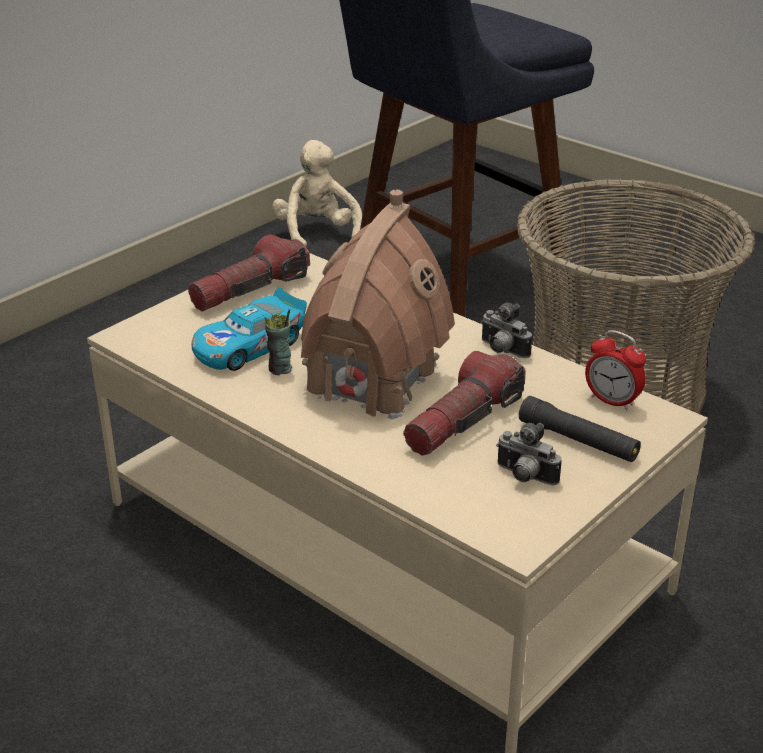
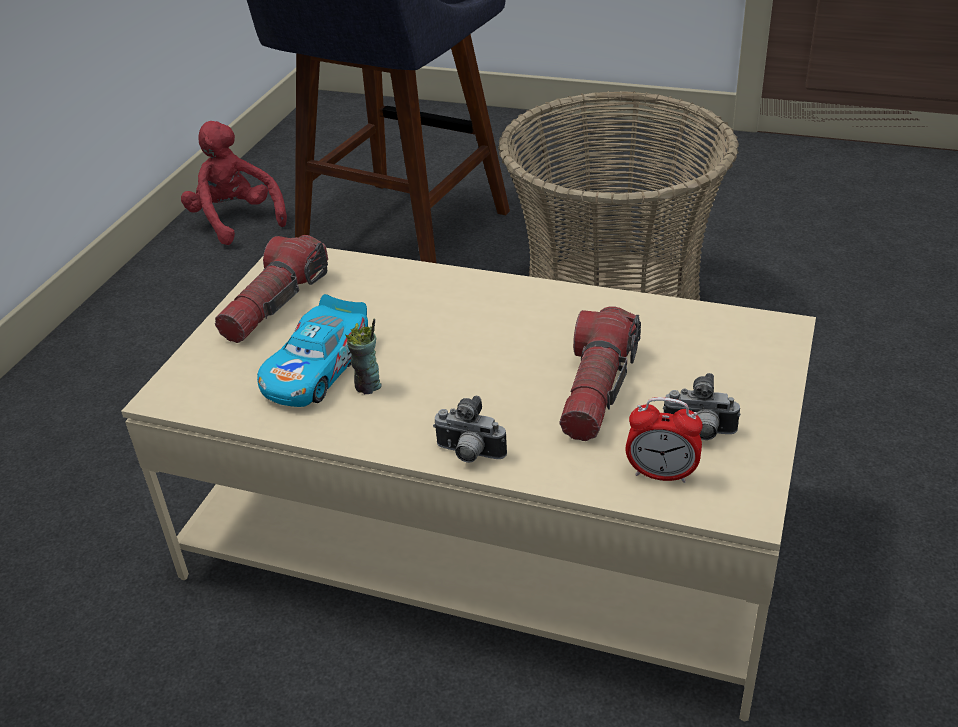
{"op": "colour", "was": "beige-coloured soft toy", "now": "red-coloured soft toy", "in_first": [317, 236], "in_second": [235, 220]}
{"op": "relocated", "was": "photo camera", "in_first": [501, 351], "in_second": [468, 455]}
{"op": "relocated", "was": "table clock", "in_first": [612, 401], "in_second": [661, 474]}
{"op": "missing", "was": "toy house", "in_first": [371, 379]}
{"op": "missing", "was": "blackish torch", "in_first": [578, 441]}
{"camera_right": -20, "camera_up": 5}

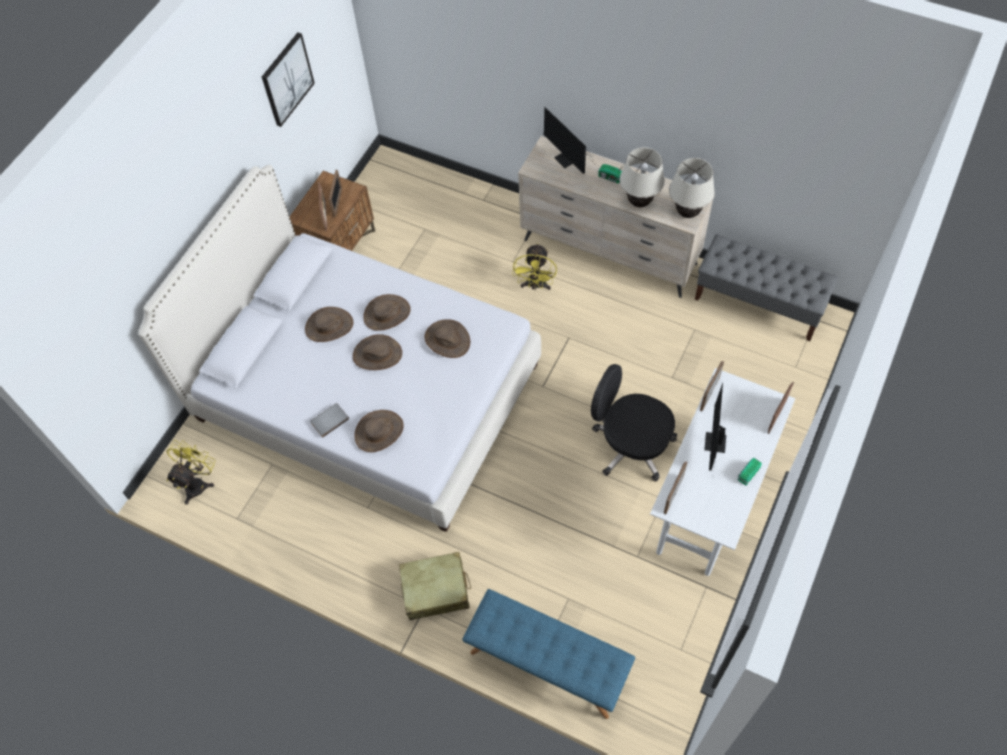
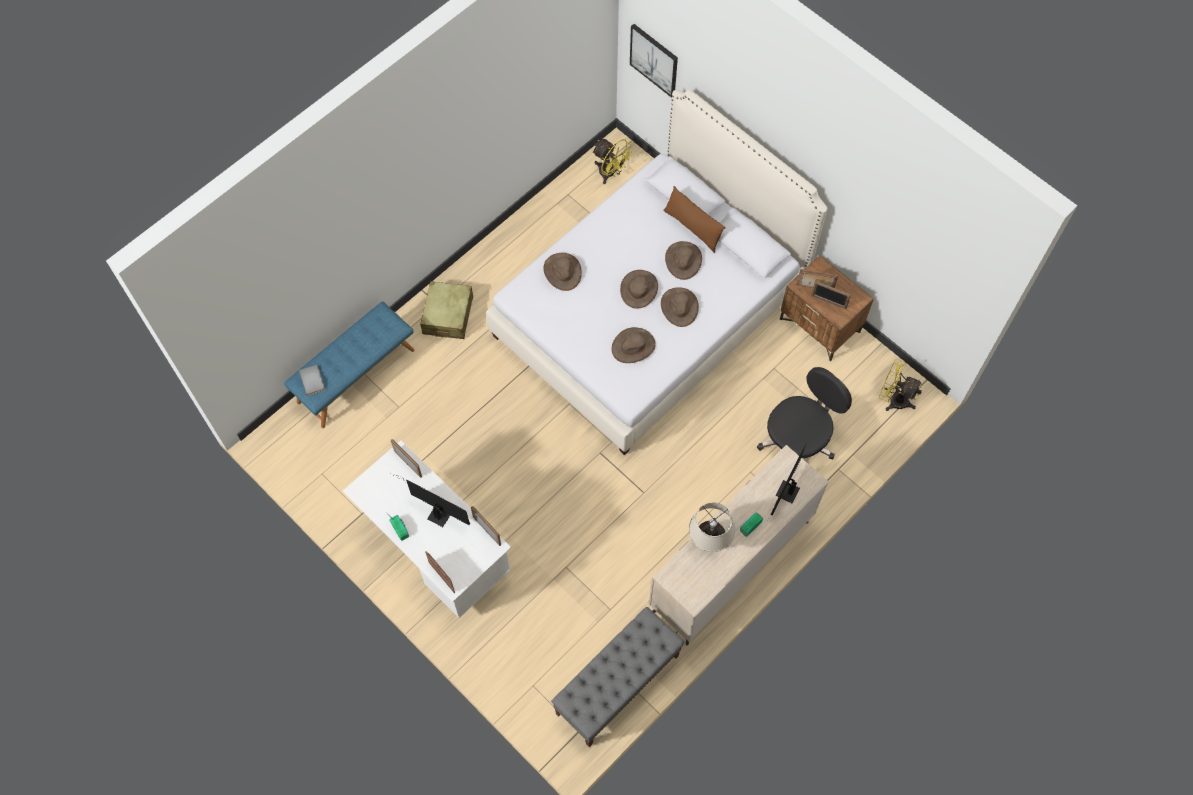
{"op": "relocated", "was": "gray book", "in_first": [329, 420], "in_second": [313, 380]}
{"op": "relocated", "was": "wall picture", "in_first": [287, 79], "in_second": [654, 59]}
{"op": "appeared", "now": "brownish pillow", "in_second": [693, 227]}
{"op": "relocated", "was": "blackish office chair", "in_first": [630, 445], "in_second": [798, 440]}
{"op": "spun", "was": "computer display", "in_first": [567, 161], "in_second": [785, 494], "clockwise": -45}
{"op": "relocated", "was": "yellow cooling fan", "in_first": [535, 286], "in_second": [893, 399]}
{"op": "missing", "was": "beige-coloured table lamp", "in_first": [687, 213]}
{"camera_right": 105, "camera_up": 5}

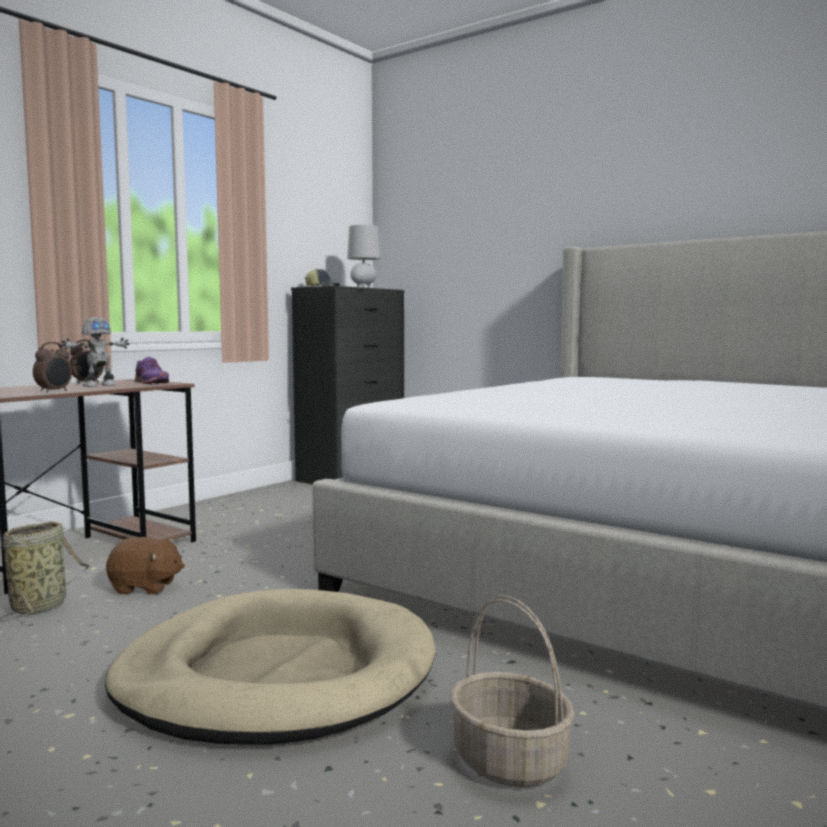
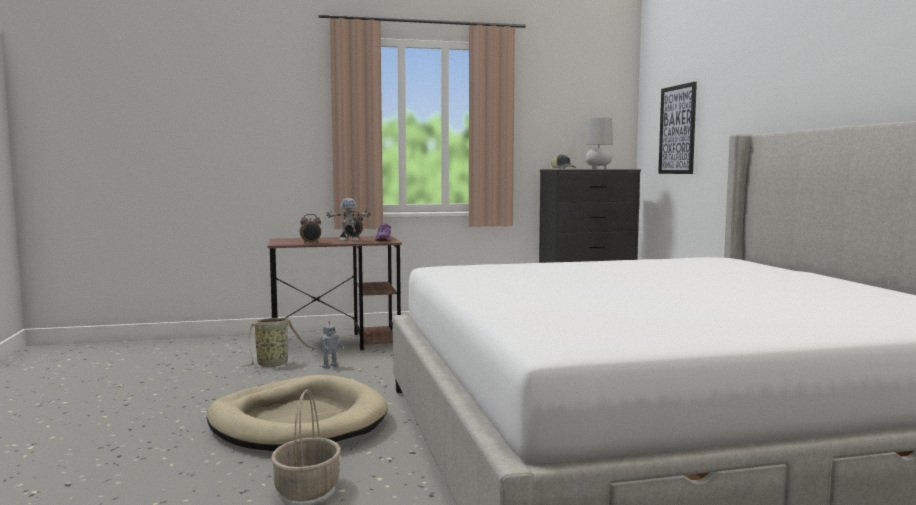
{"op": "exchanged", "was": "brownish soft toy", "now": "robot figure", "in_first": [145, 587], "in_second": [329, 366]}
{"op": "appeared", "now": "wall picture", "in_second": [677, 130]}
{"camera_right": 40, "camera_up": 0}

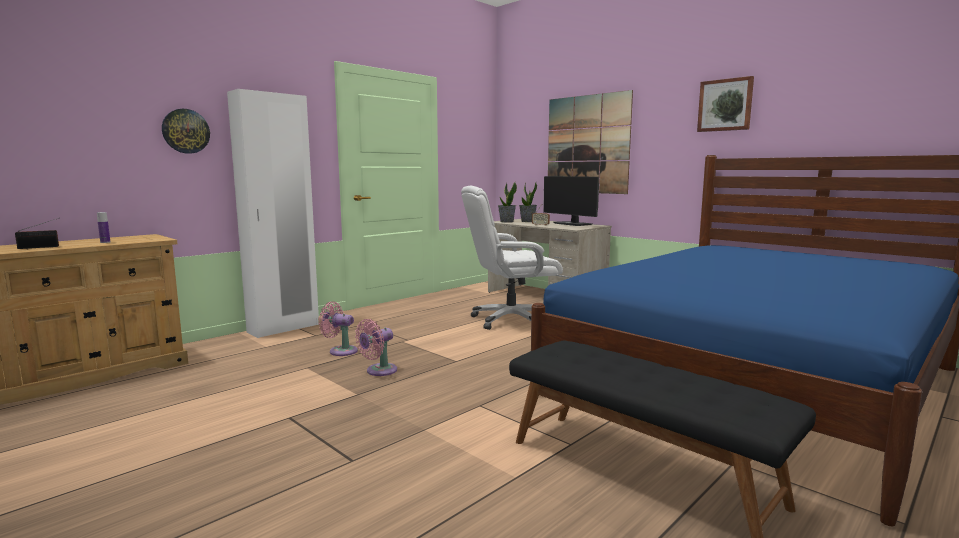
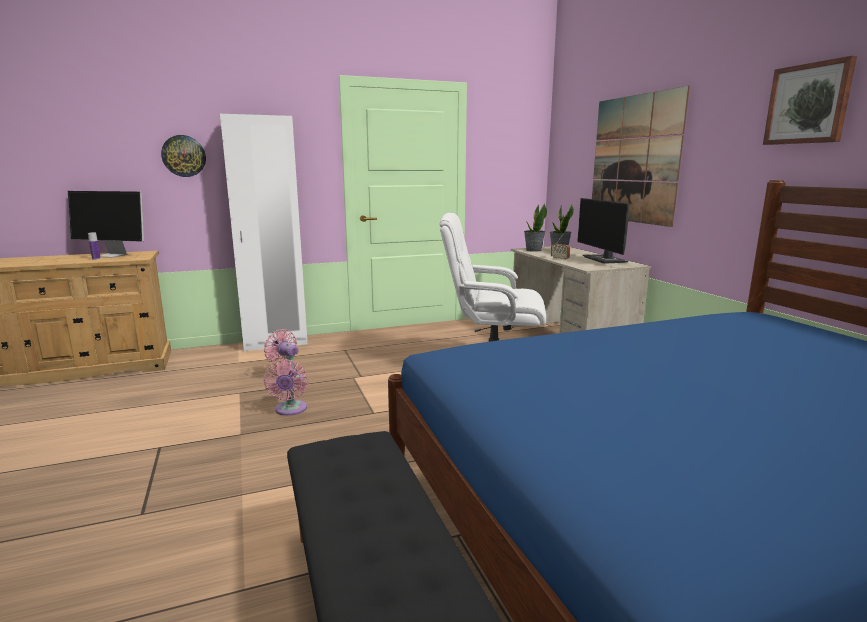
{"op": "appeared", "now": "computer display", "in_second": [113, 255]}
{"op": "spun", "was": "pink cooling fan", "in_first": [378, 371], "in_second": [290, 410], "clockwise": -75}
{"op": "missing", "was": "radio set", "in_first": [41, 247]}
{"camera_right": 25, "camera_up": 5}

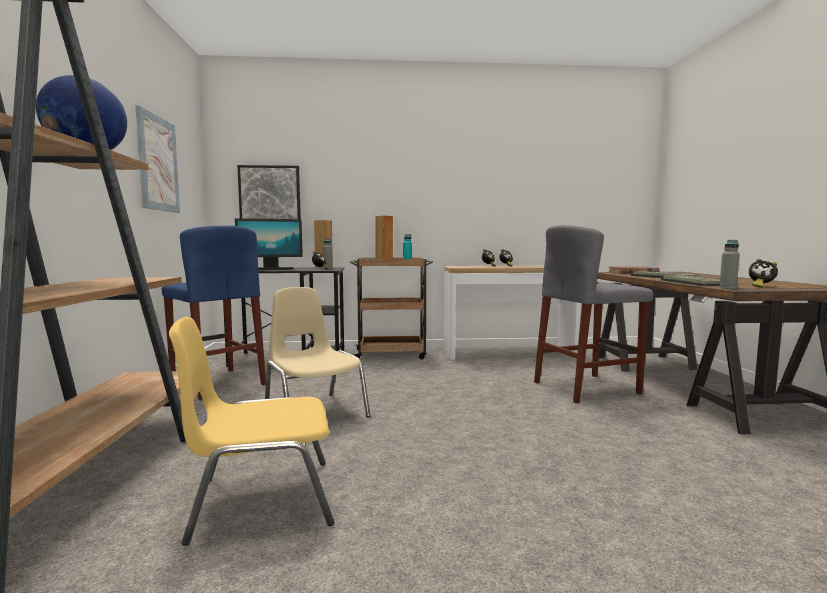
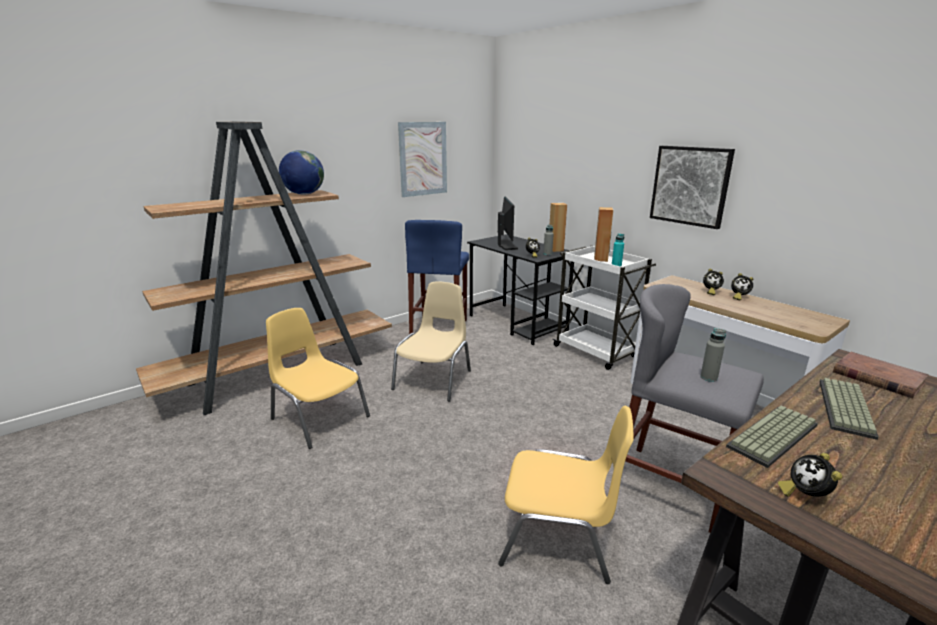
{"op": "spun", "was": "computer display", "in_first": [270, 269], "in_second": [506, 245], "clockwise": -135}
{"op": "appeared", "now": "yellow chair", "in_second": [558, 537]}
{"op": "colour", "was": "brownish wheeled cart", "now": "whitish wheeled cart", "in_first": [392, 354], "in_second": [596, 352]}
{"op": "relocated", "was": "wall picture", "in_first": [270, 196], "in_second": [690, 186]}
{"op": "relocated", "was": "gray drink bottle", "in_first": [727, 288], "in_second": [708, 378]}
{"camera_right": 55, "camera_up": 15}

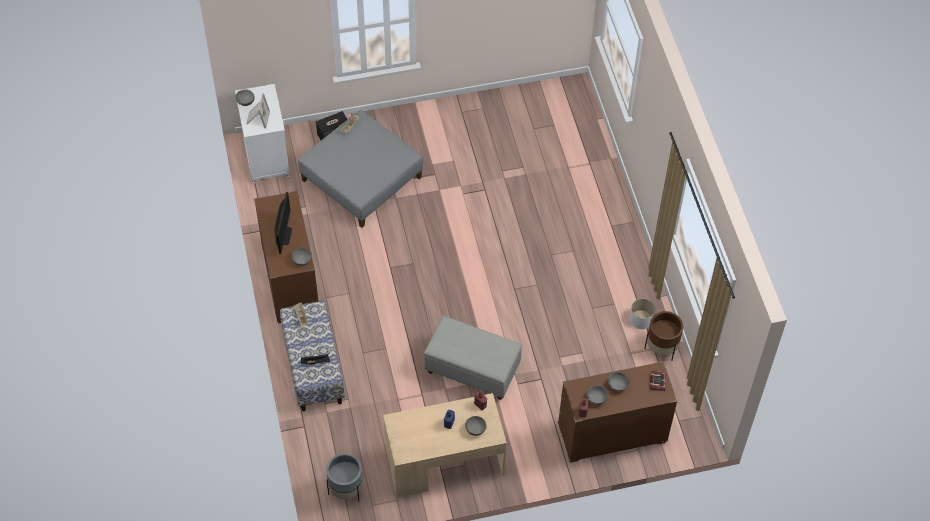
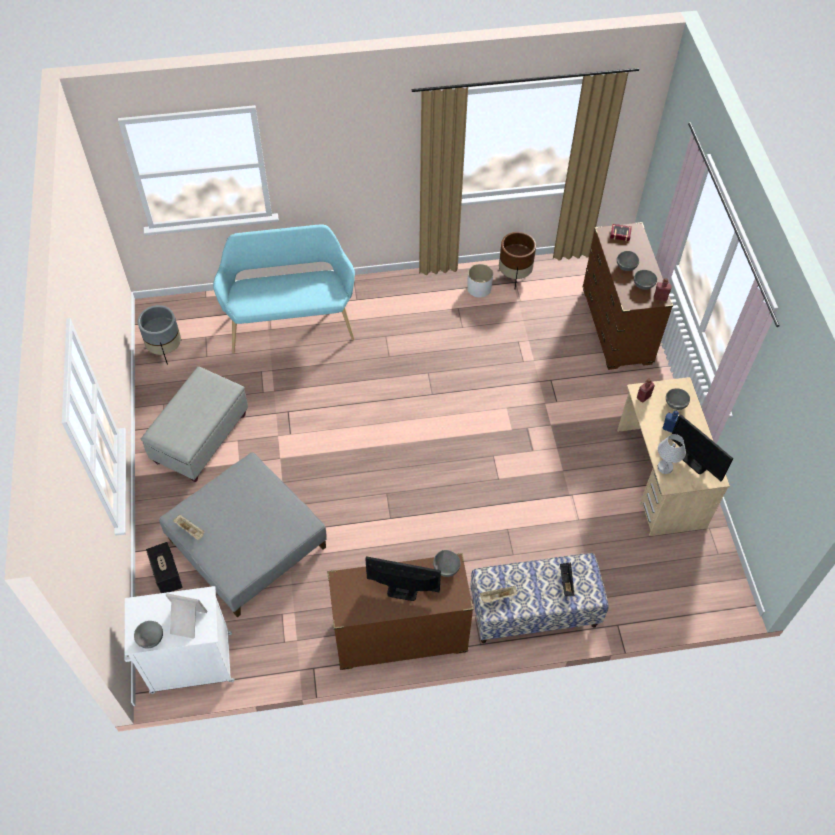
{"op": "relocated", "was": "gray plant pot", "in_first": [346, 490], "in_second": [165, 350]}
{"op": "relocated", "was": "gray footrest", "in_first": [471, 369], "in_second": [200, 438]}
{"op": "appeared", "now": "blue-green long seat", "in_second": [290, 321]}
{"op": "appeared", "now": "whitish table lamp", "in_second": [665, 467]}
{"op": "appeared", "now": "computer display", "in_second": [695, 461]}
{"camera_right": -85, "camera_up": 0}

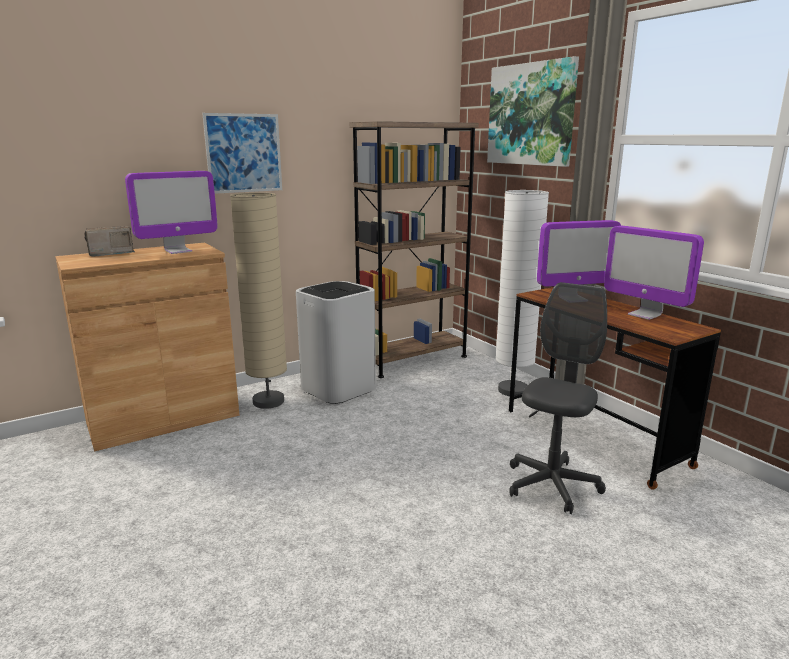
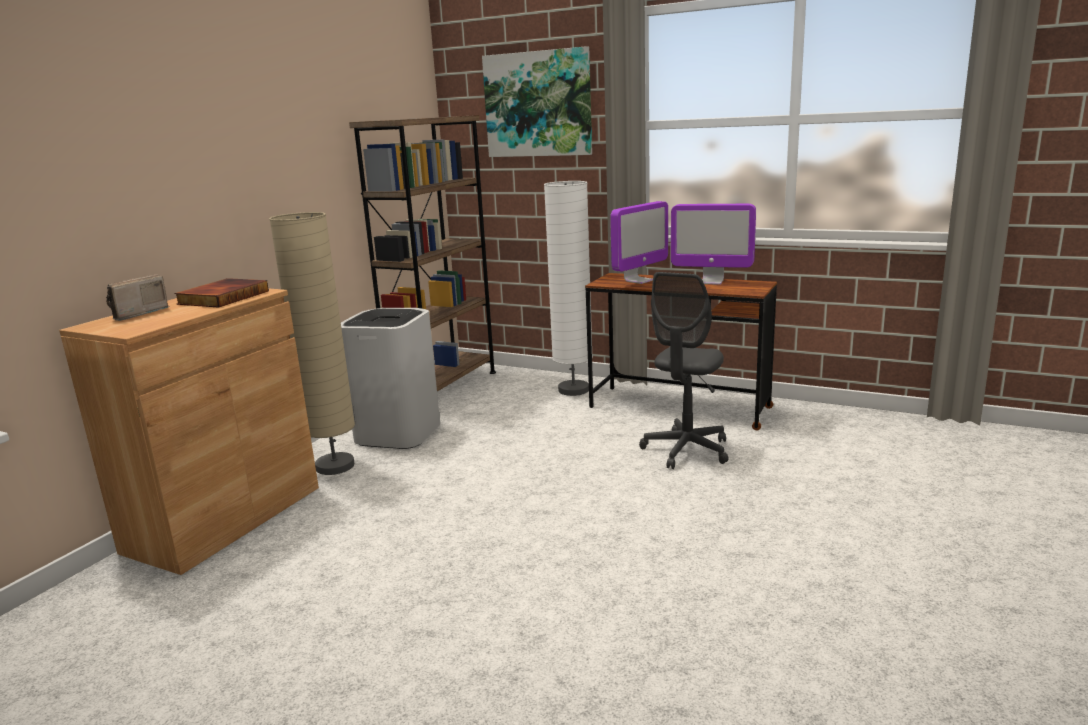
{"op": "exchanged", "was": "computer display", "now": "book", "in_first": [178, 251], "in_second": [223, 297]}
{"op": "spun", "was": "gray office chair", "in_first": [552, 485], "in_second": [686, 450], "clockwise": -150}
{"op": "missing", "was": "wall picture", "in_first": [244, 153]}
{"camera_right": -30, "camera_up": 0}

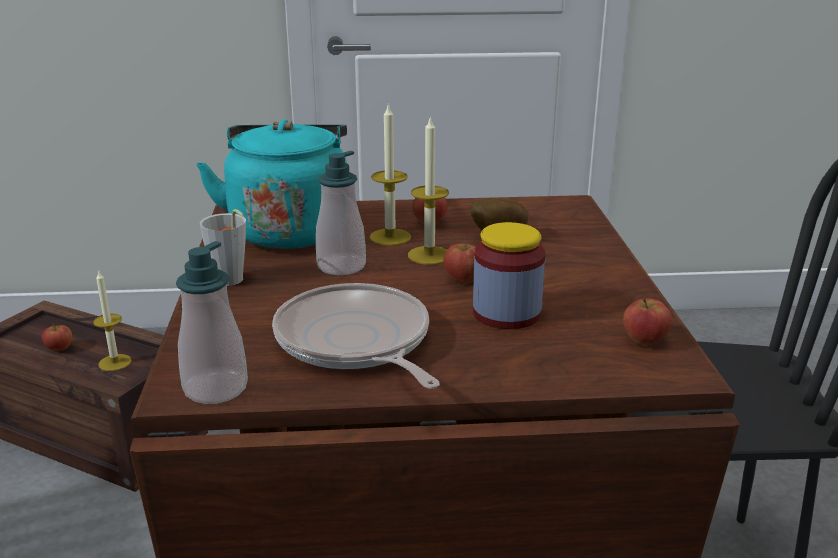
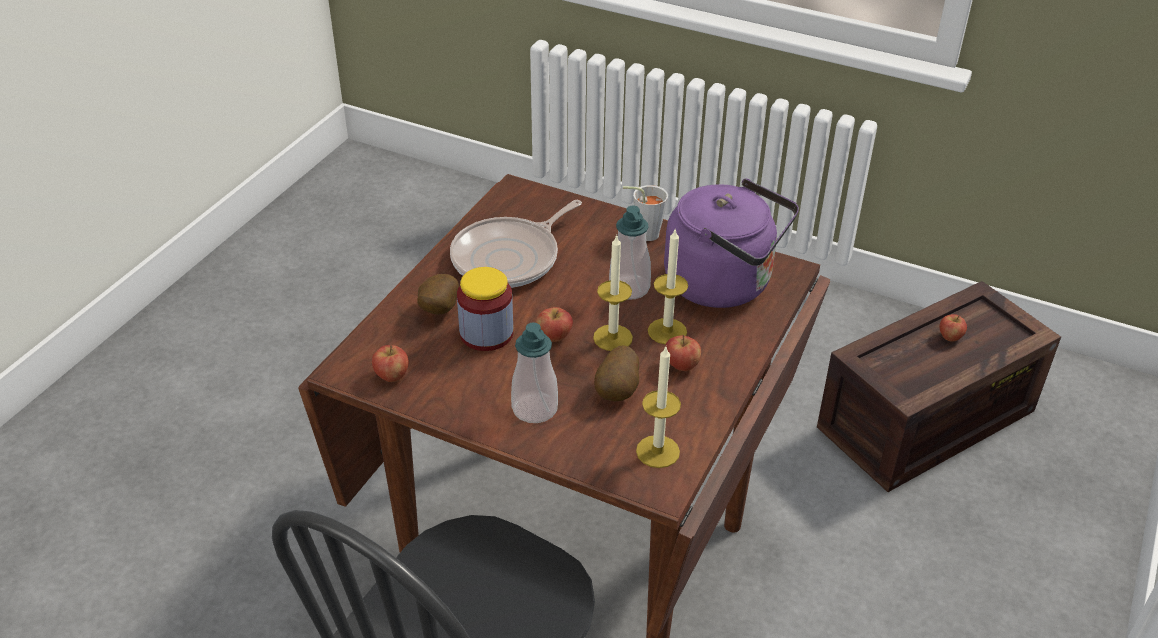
{"op": "appeared", "now": "potato", "in_second": [437, 310]}
{"op": "spun", "was": "skillet", "in_first": [355, 343], "in_second": [510, 258], "clockwise": 135}
{"op": "relocated", "was": "soap dispenser", "in_first": [215, 388], "in_second": [534, 409]}
{"op": "relocated", "was": "candle", "in_first": [115, 362], "in_second": [657, 451]}
{"op": "colour", "was": "blue-green water kettle", "now": "purplish water kettle", "in_first": [289, 230], "in_second": [724, 284]}
{"camera_right": 120, "camera_up": 15}

